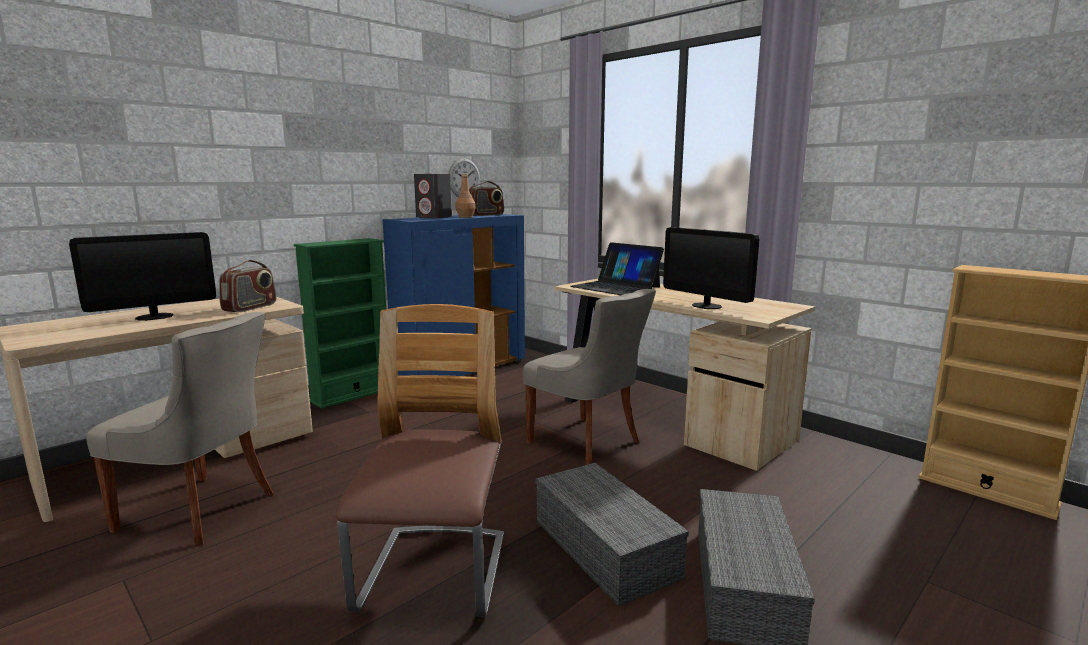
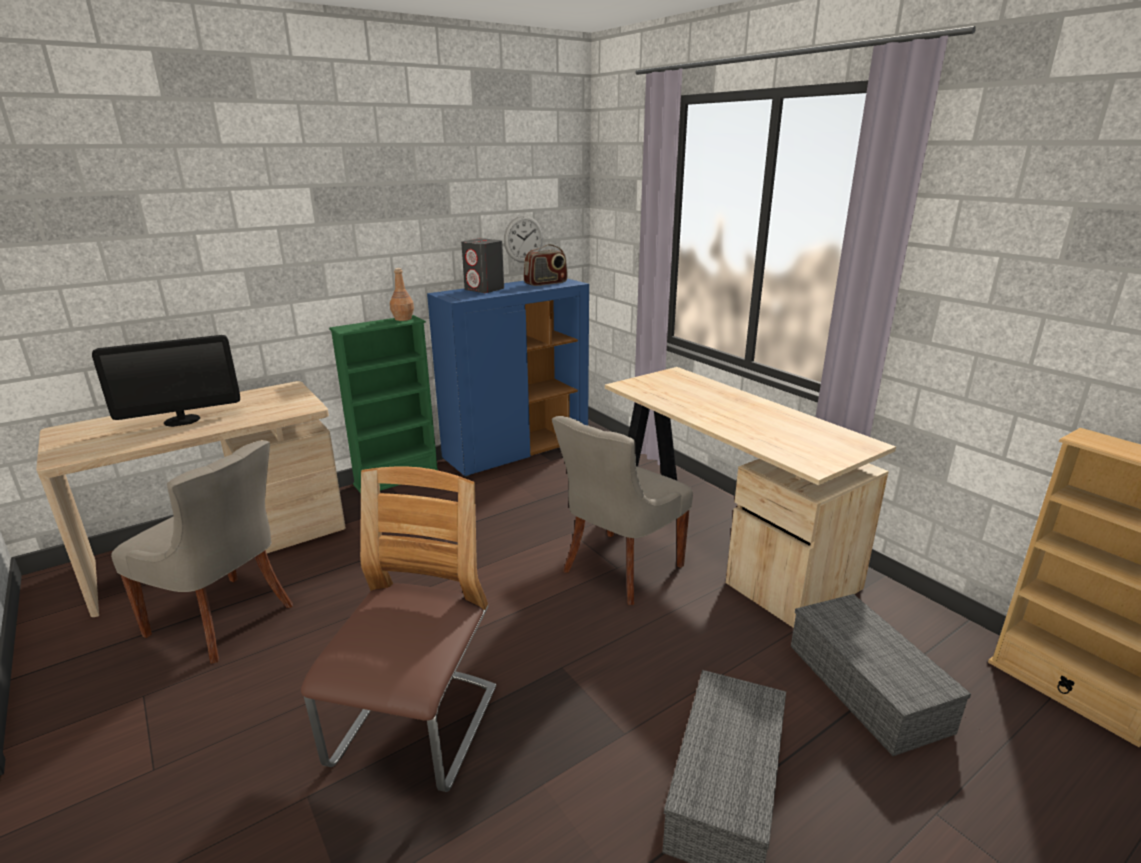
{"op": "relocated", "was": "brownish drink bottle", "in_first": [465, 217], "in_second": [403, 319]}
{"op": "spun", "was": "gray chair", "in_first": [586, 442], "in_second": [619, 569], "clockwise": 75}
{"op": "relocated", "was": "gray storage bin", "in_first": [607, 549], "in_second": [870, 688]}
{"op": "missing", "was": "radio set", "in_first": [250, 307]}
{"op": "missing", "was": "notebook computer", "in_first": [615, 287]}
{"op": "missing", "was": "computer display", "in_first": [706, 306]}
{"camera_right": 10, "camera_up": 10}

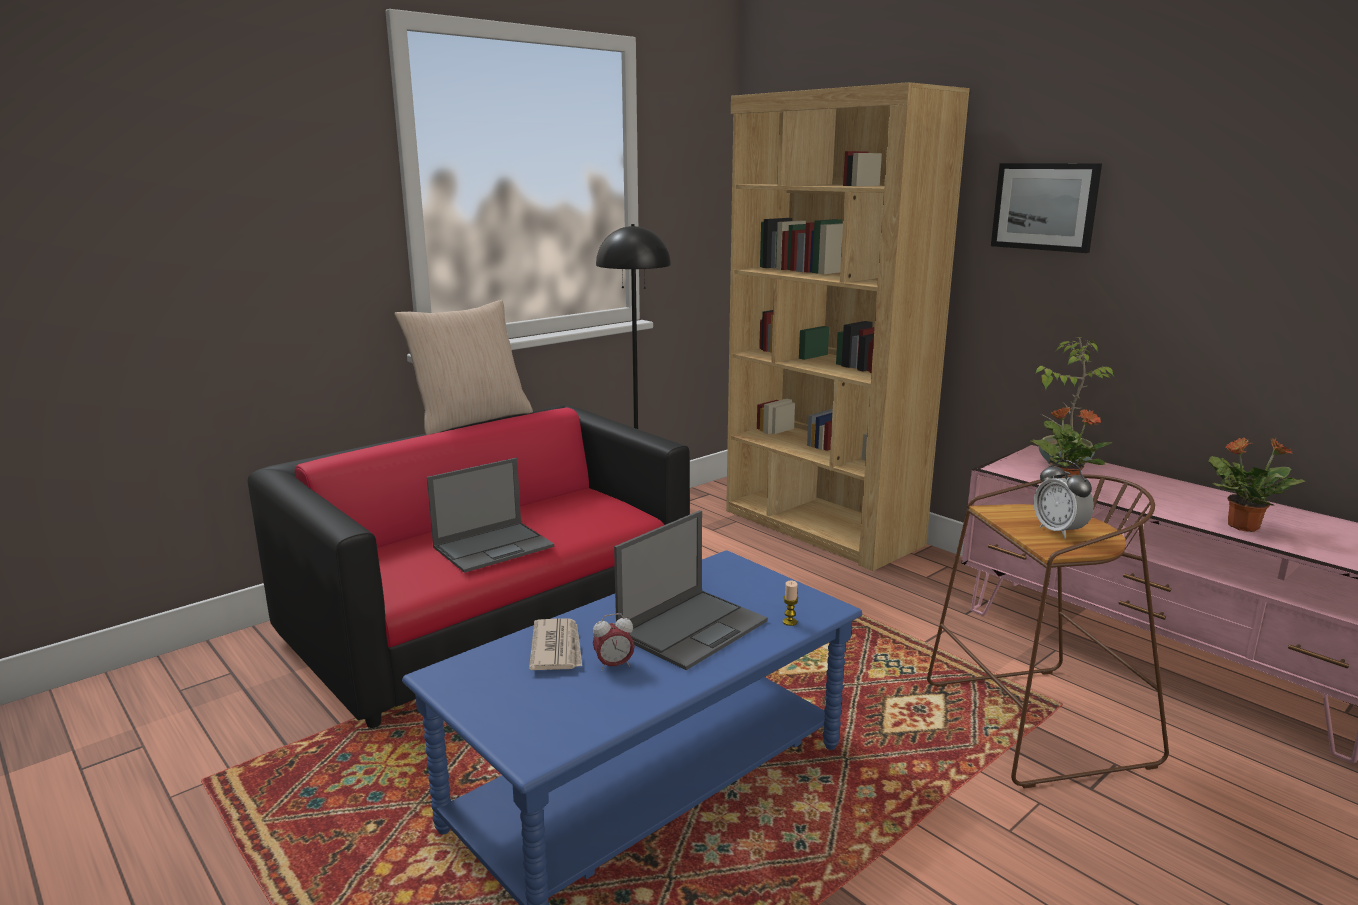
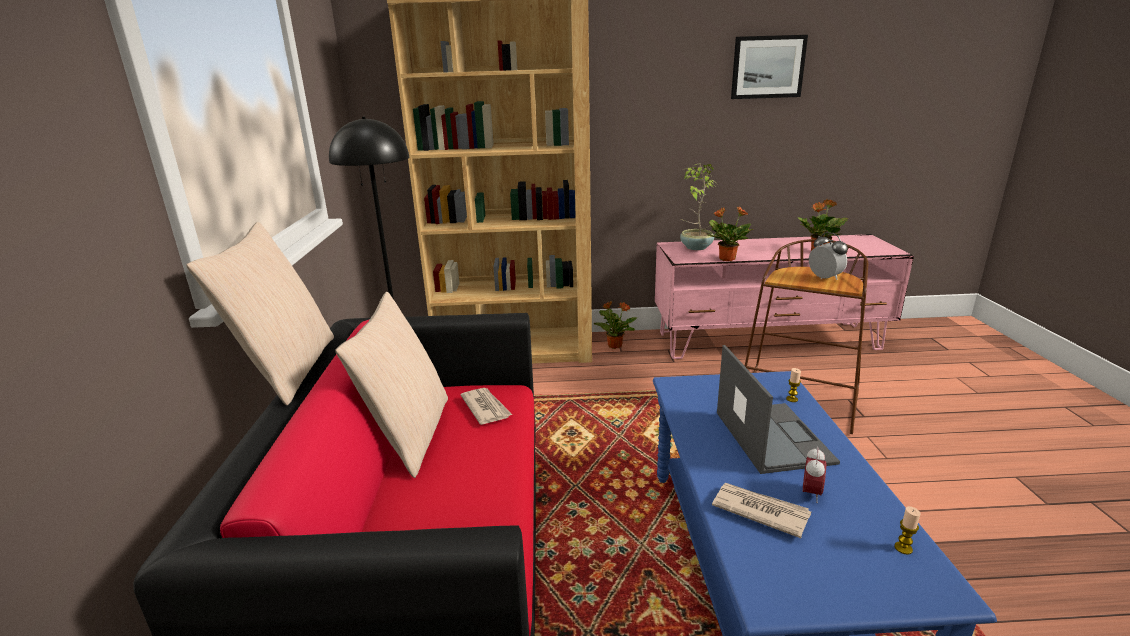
{"op": "appeared", "now": "beige-coloured pillow", "in_second": [409, 434]}
{"op": "appeared", "now": "newspaper", "in_second": [486, 408]}
{"op": "appeared", "now": "houseplant", "in_second": [614, 345]}
{"op": "relocated", "was": "wall picture", "in_first": [1045, 206], "in_second": [767, 67]}
{"op": "spun", "was": "table clock", "in_first": [1059, 531], "in_second": [824, 278], "clockwise": -135}
{"op": "appeared", "now": "candle", "in_second": [903, 548]}
{"op": "missing", "was": "notebook computer", "in_first": [494, 546]}
{"camera_right": -50, "camera_up": 5}

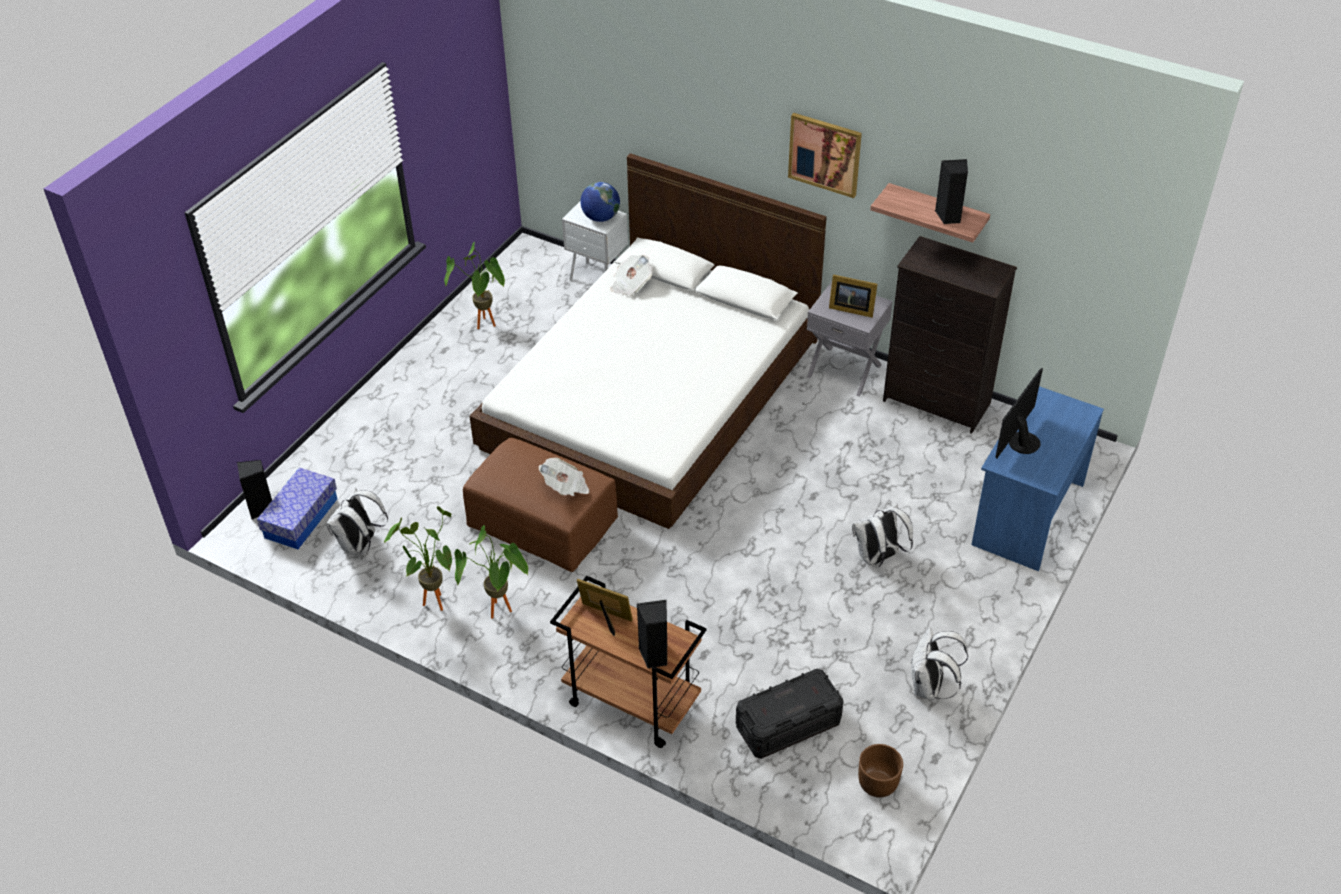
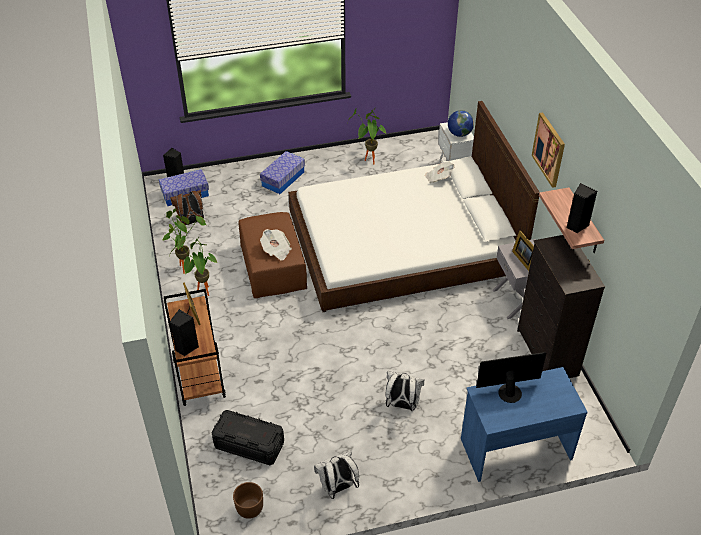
{"op": "colour", "was": "whitish rucksack", "now": "brownish rucksack", "in_first": [360, 545], "in_second": [191, 222]}
{"op": "appeared", "now": "storage bin", "in_second": [283, 179]}
{"camera_right": 45, "camera_up": 0}

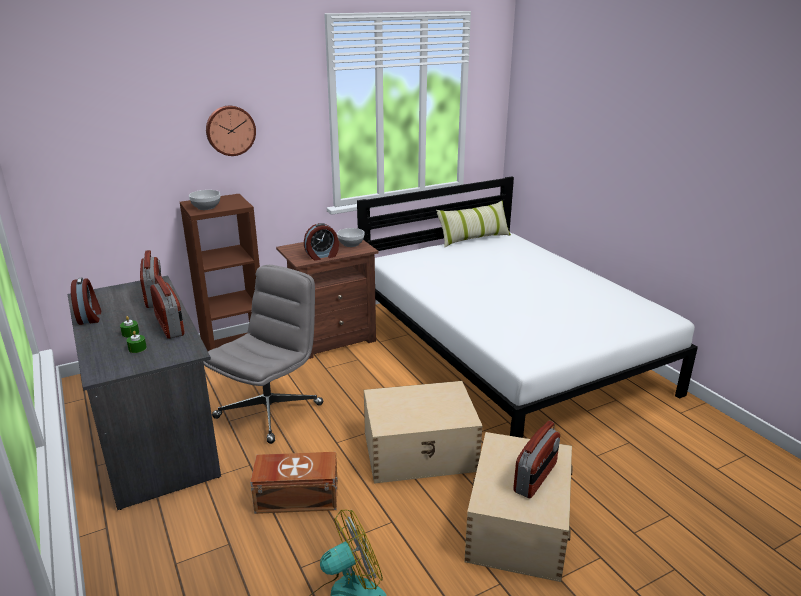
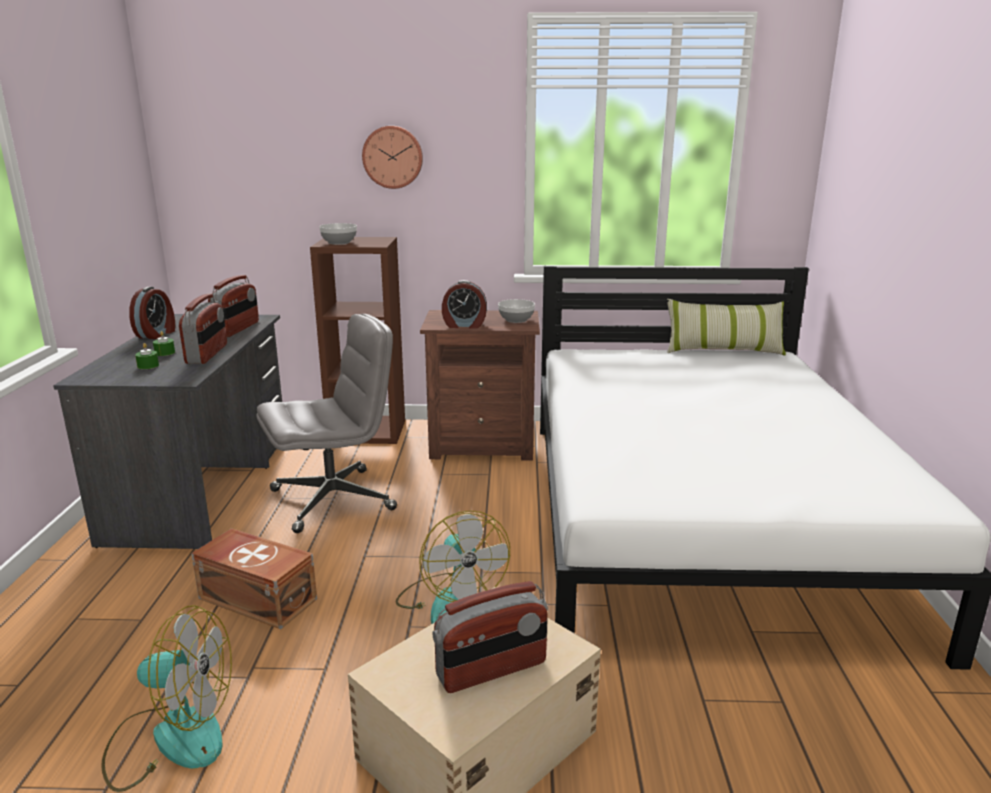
{"op": "exchanged", "was": "beige-coloured storage bin", "now": "cooling fan", "in_first": [421, 451], "in_second": [450, 600]}
{"camera_right": 30, "camera_up": -5}

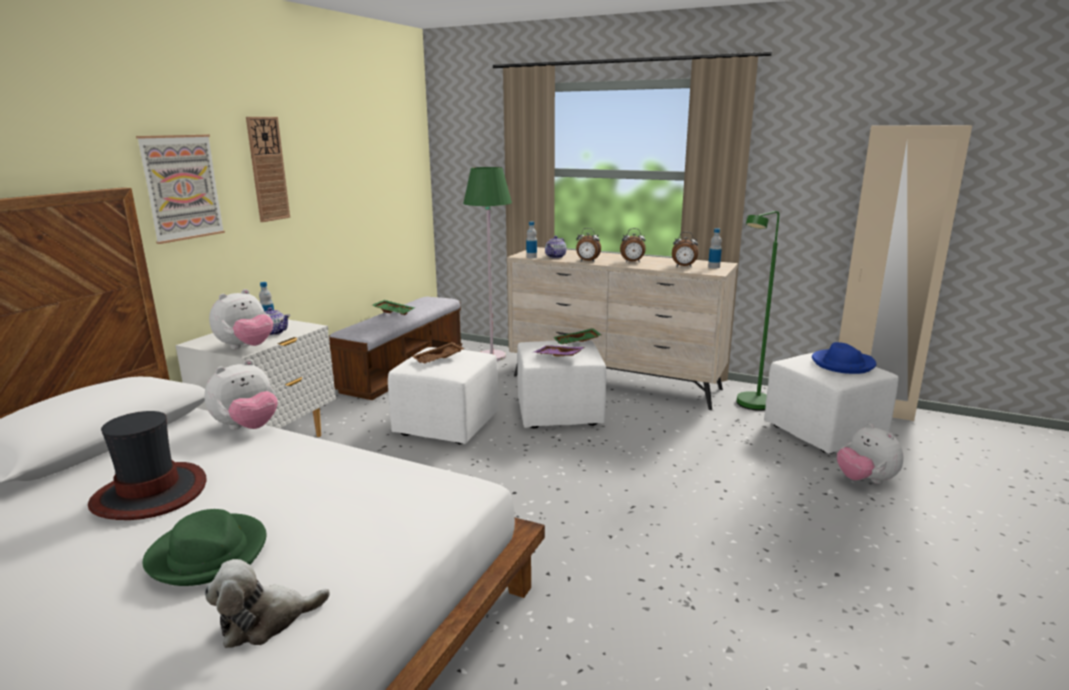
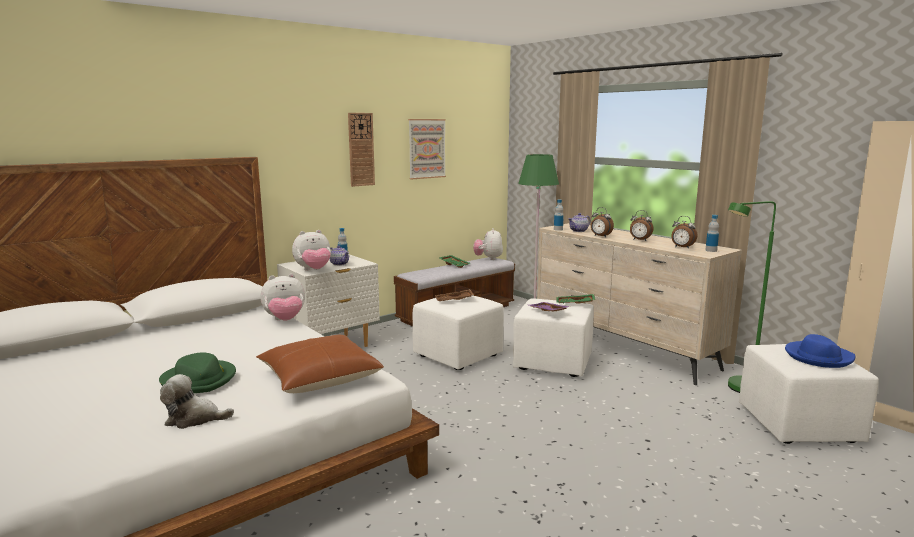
{"op": "appeared", "now": "brownish pillow", "in_second": [319, 378]}
{"op": "relocated", "was": "wall picture", "in_first": [181, 187], "in_second": [426, 148]}
{"op": "relocated", "was": "soft toy", "in_first": [865, 480], "in_second": [488, 258]}
{"op": "missing", "was": "clothing hat", "in_first": [150, 493]}
{"camera_right": 25, "camera_up": -5}

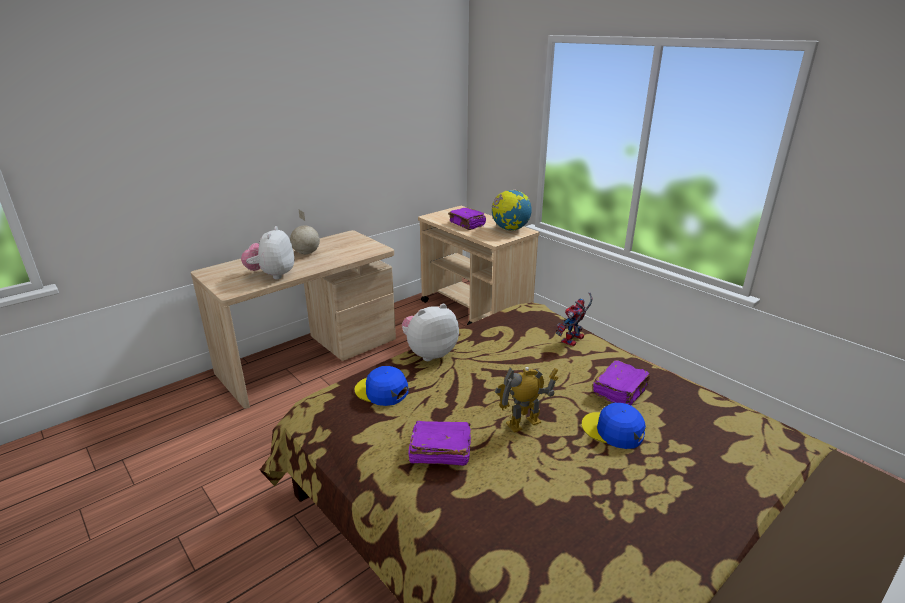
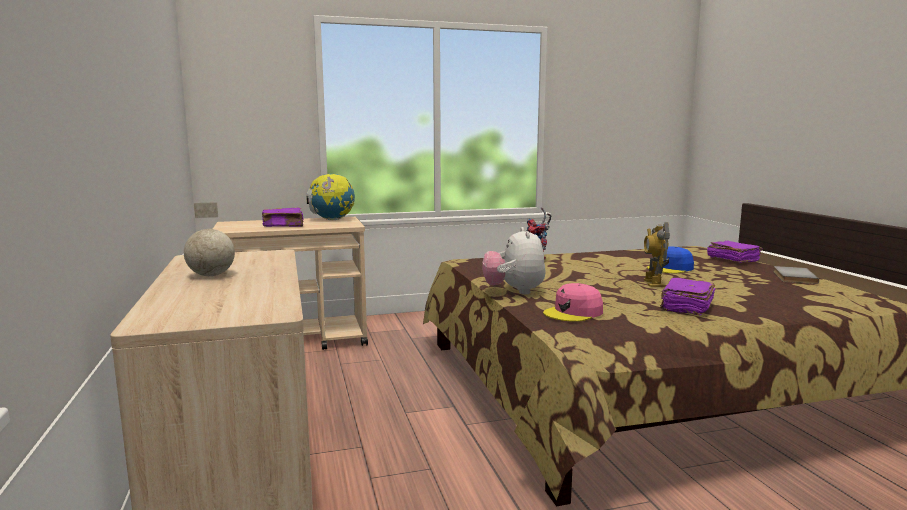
{"op": "colour", "was": "bluish baseball cap", "now": "pink baseball cap", "in_first": [381, 391], "in_second": [573, 312]}
{"op": "relocated", "was": "purplish book", "in_first": [620, 392], "in_second": [732, 260]}
{"op": "appeared", "now": "gray book", "in_second": [792, 277]}
{"op": "missing", "was": "soft toy", "in_first": [272, 275]}
{"camera_right": -65, "camera_up": -15}

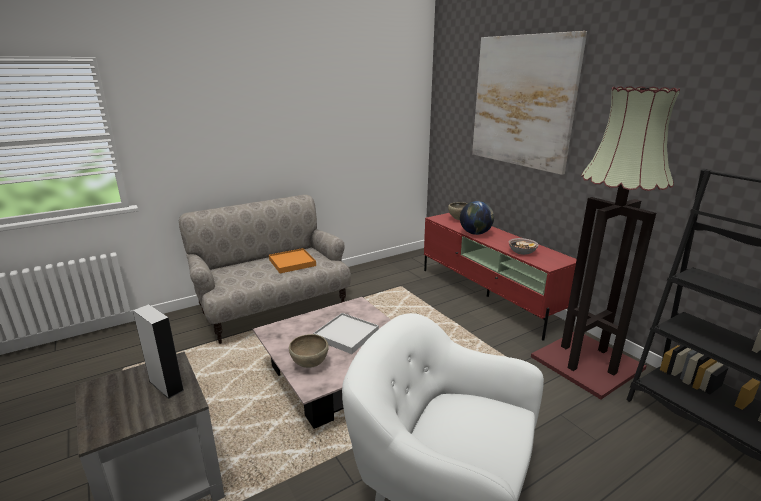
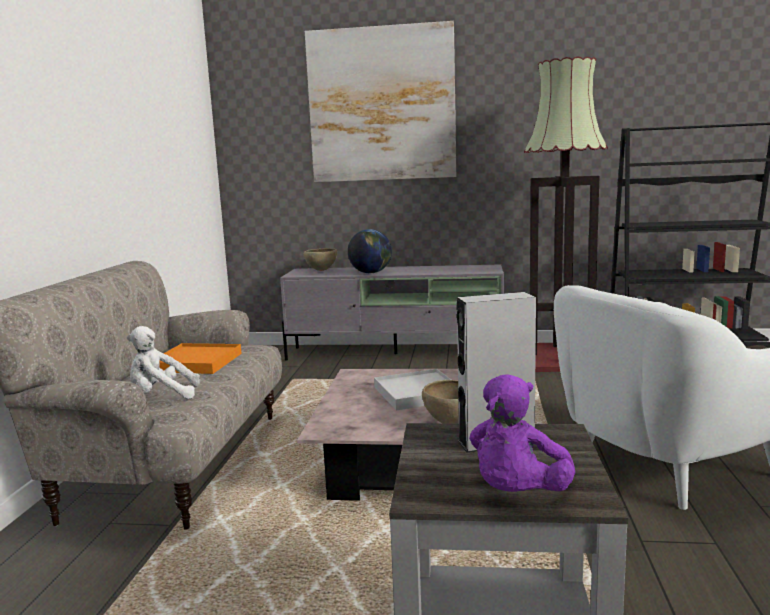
{"op": "appeared", "now": "whitish soft toy", "in_second": [162, 396]}
{"op": "colour", "was": "red-coloured media console", "now": "gray media console", "in_first": [488, 296], "in_second": [397, 353]}
{"op": "appeared", "now": "purplish soft toy", "in_second": [517, 494]}
{"op": "missing", "was": "bowl", "in_first": [522, 252]}
{"camera_right": -50, "camera_up": -10}

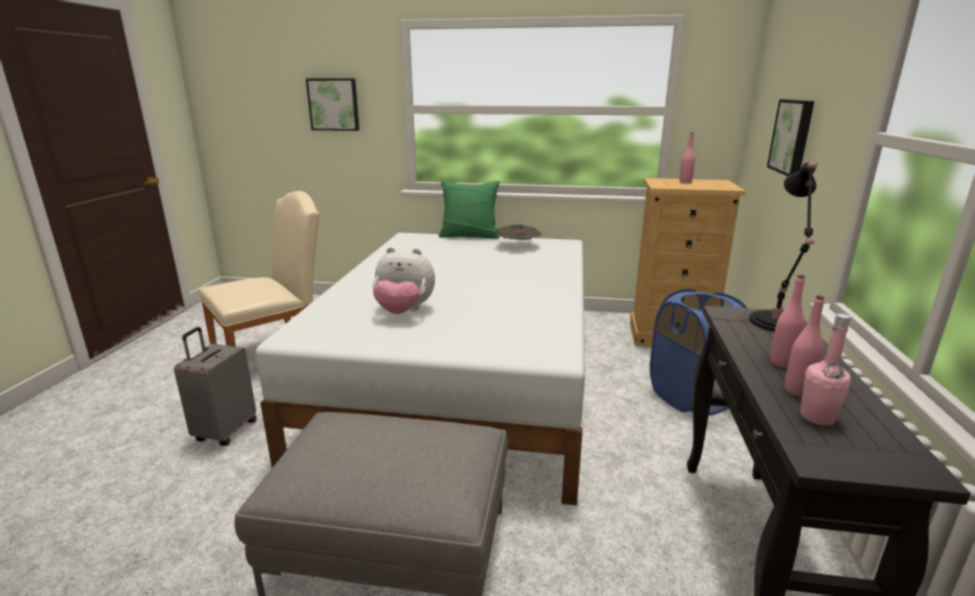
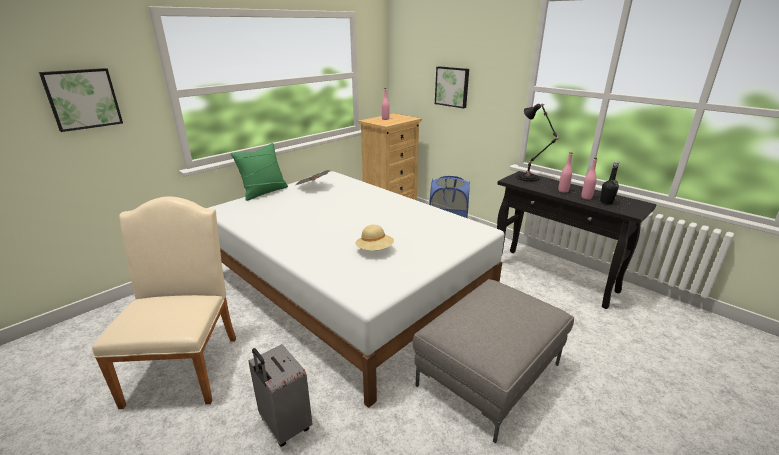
{"op": "exchanged", "was": "soft toy", "now": "beige-coloured clothing hat", "in_first": [404, 311], "in_second": [375, 250]}
{"op": "colour", "was": "pink drink bottle", "now": "blackish drink bottle", "in_first": [817, 417], "in_second": [606, 202]}
{"camera_right": -55, "camera_up": 5}

